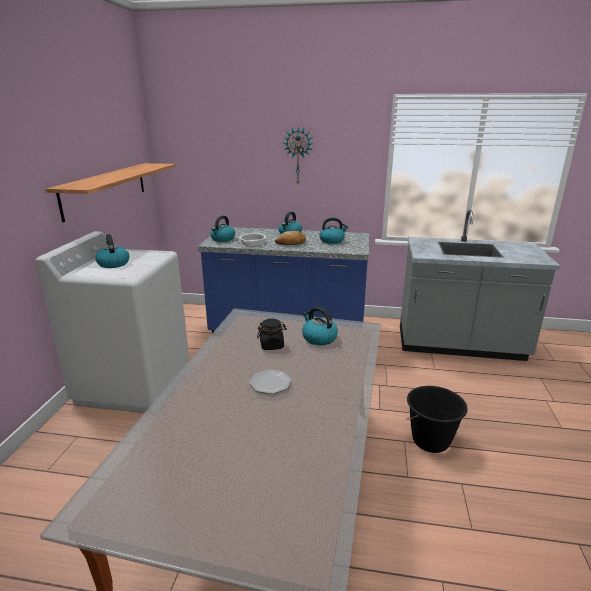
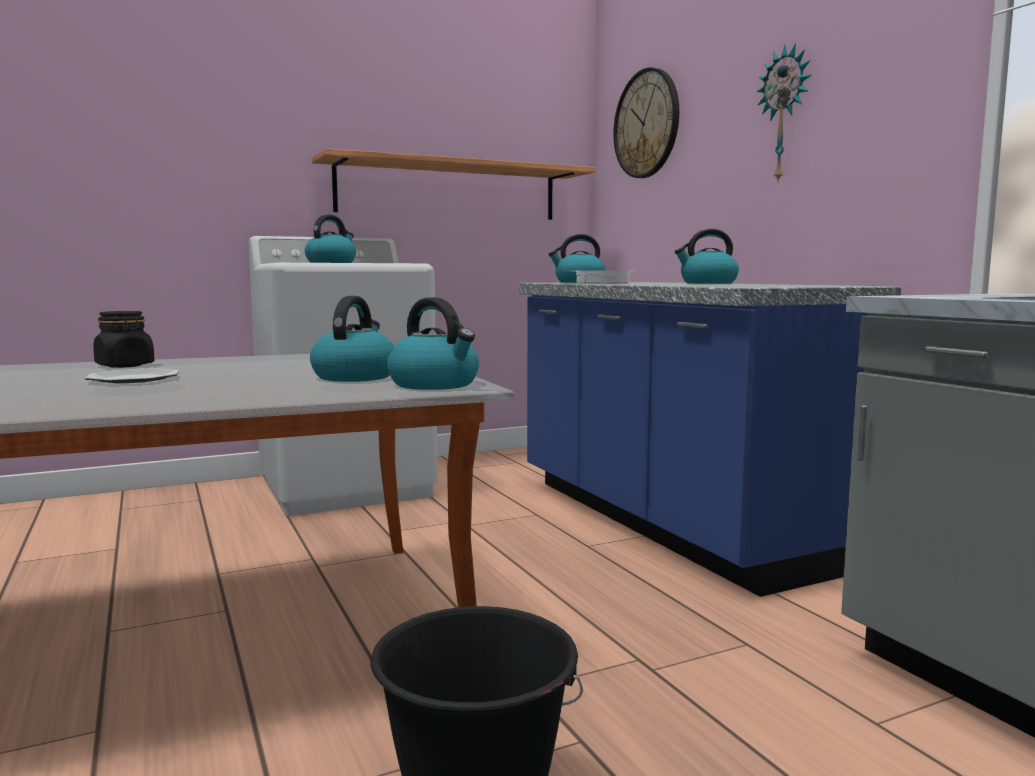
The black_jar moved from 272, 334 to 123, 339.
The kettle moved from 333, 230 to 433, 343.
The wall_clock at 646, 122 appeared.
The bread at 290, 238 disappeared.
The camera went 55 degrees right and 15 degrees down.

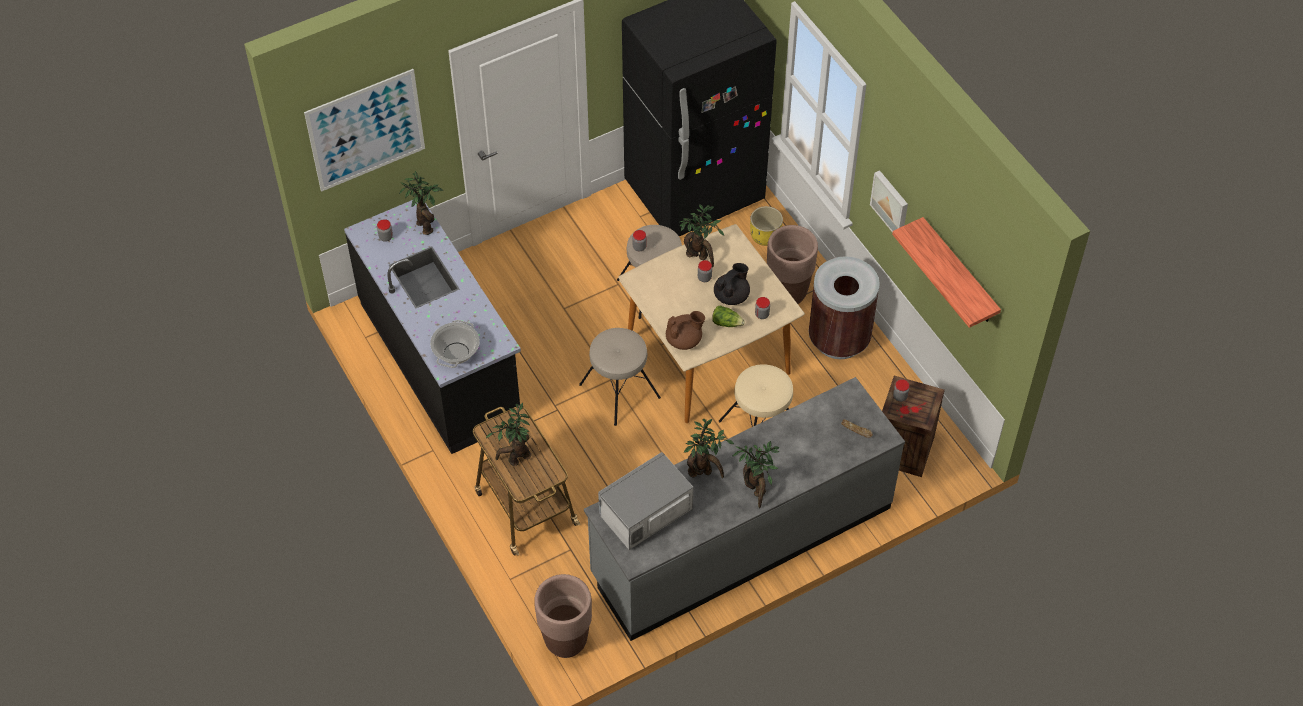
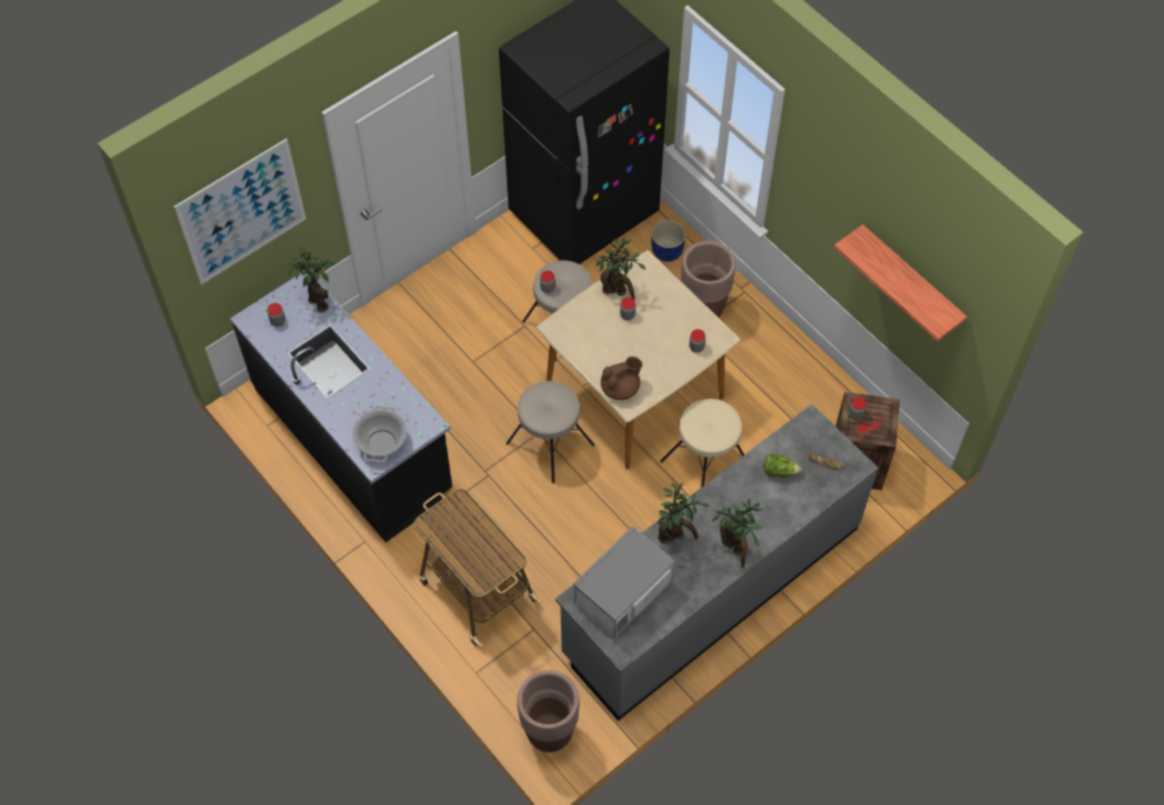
The yellow_planter at 766, 226 became the blue_planter at 668, 241.
The lettuce moved from 728, 316 to 783, 465.
The potted_plant at 508, 434 disappeared.
The black_teapot at 732, 284 disappeared.
The brown_trash_can at 844, 307 disappeared.
The picture at 889, 201 disappeared.
The camera went 10 degrees left and 5 degrees up.

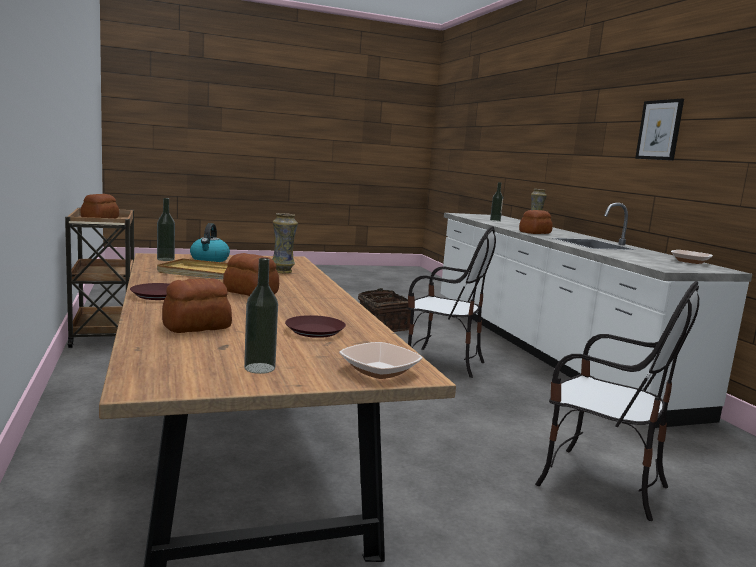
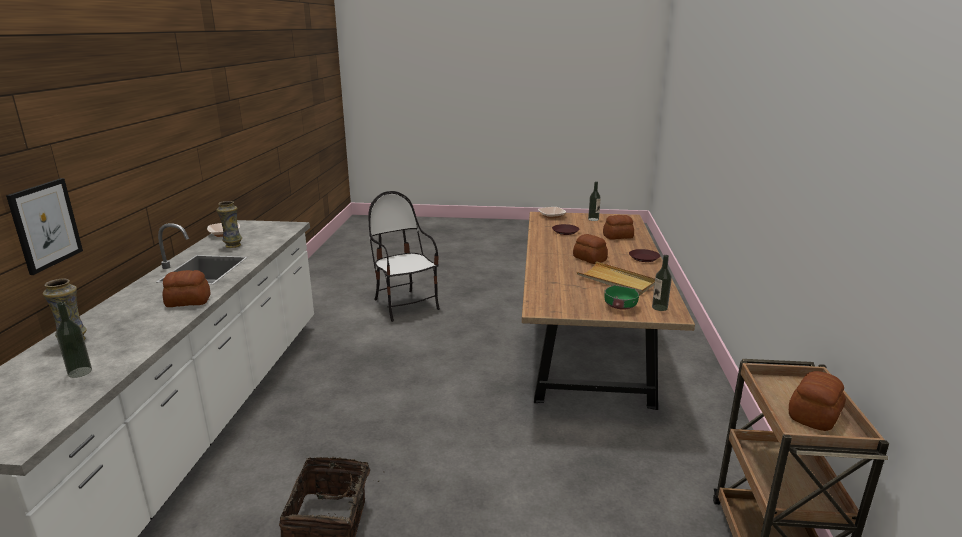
The picture moved from 659, 130 to 44, 226.
The vase moved from 285, 243 to 229, 224.
The kettle at 210, 242 was replaced by the green_bowl at 621, 297.
The chair at 451, 302 disappeared.
The camera went 155 degrees left and 10 degrees up.

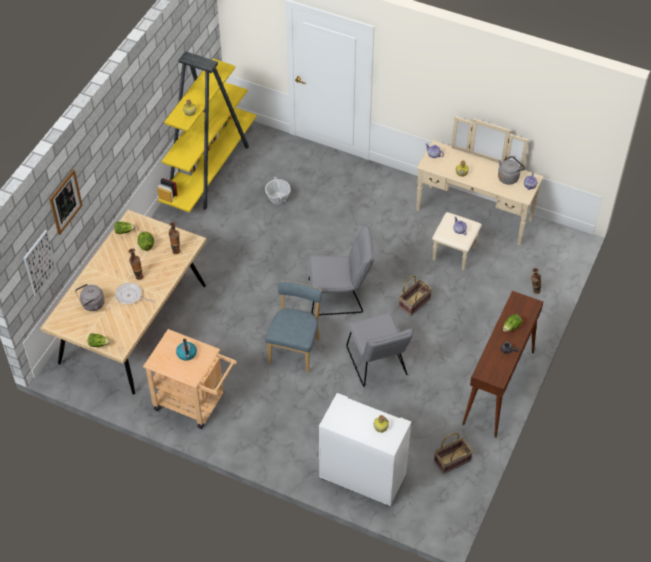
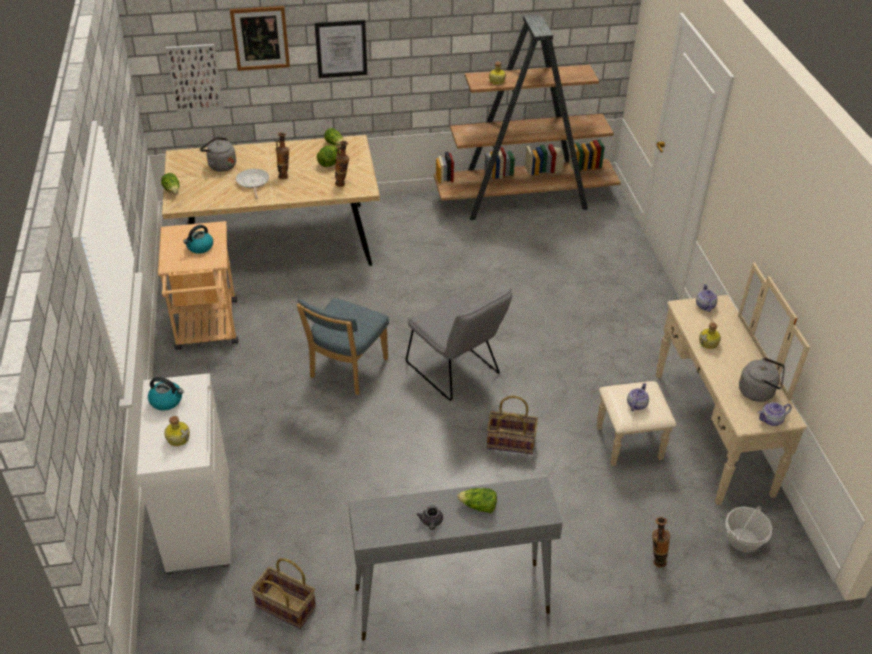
The kettle at 166, 394 appeared.
The blue_chair at 293, 327 turned 135 degrees clockwise.
The picture at 341, 49 appeared.
The brown_console_table at 502, 364 became the grey_console_table at 456, 559.
The yellow_bookcase at 207, 132 became the brown_bookcase at 527, 117.
The basket moved from 278, 191 to 749, 529.
The grey_chair at 380, 349 disappeared.
The camera went 55 degrees right and 10 degrees down.

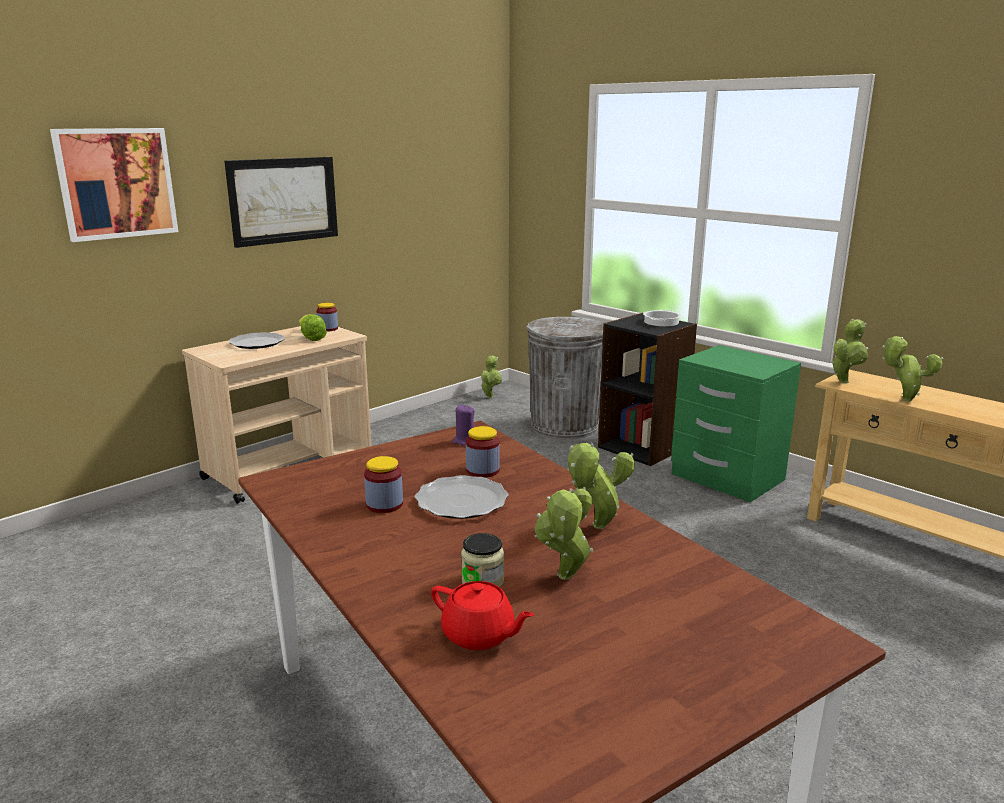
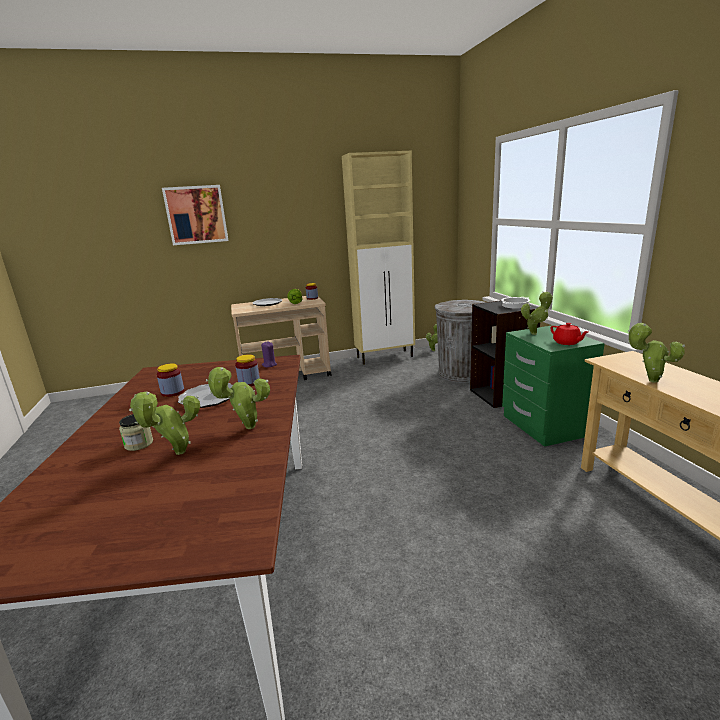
The beige_cabinet at 378, 257 appeared.
The potted_plant moved from 849, 351 to 537, 313.
The red_teapot moved from 482, 615 to 569, 334.
The picture at 281, 202 disappeared.
The camera went 30 degrees right and 0 degrees up.

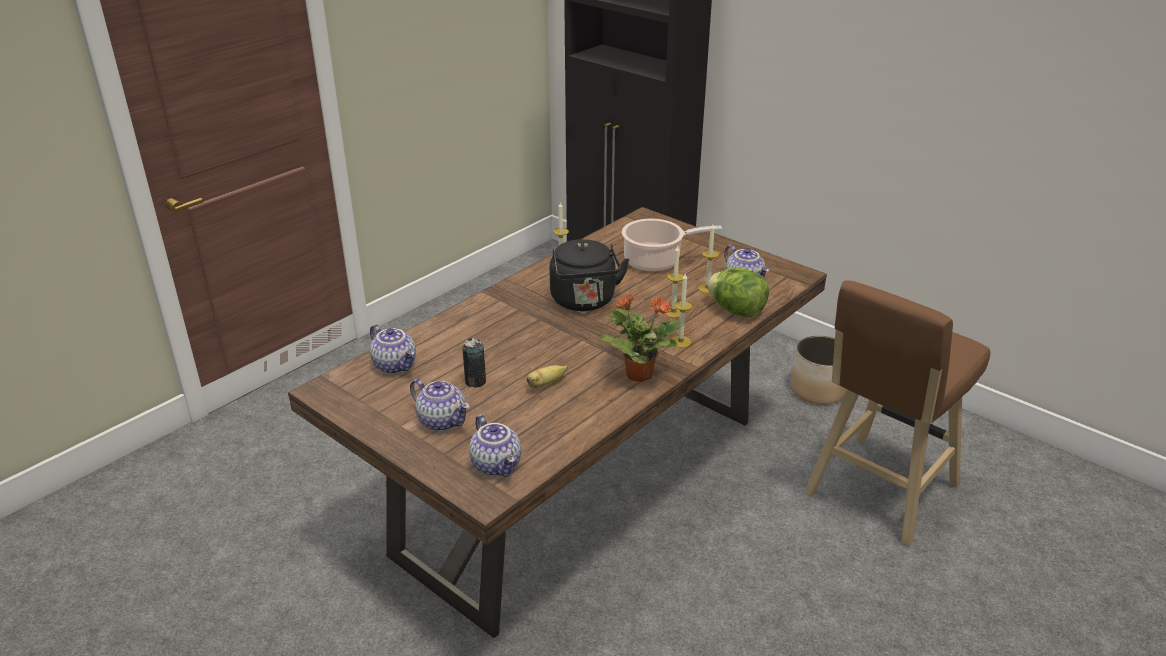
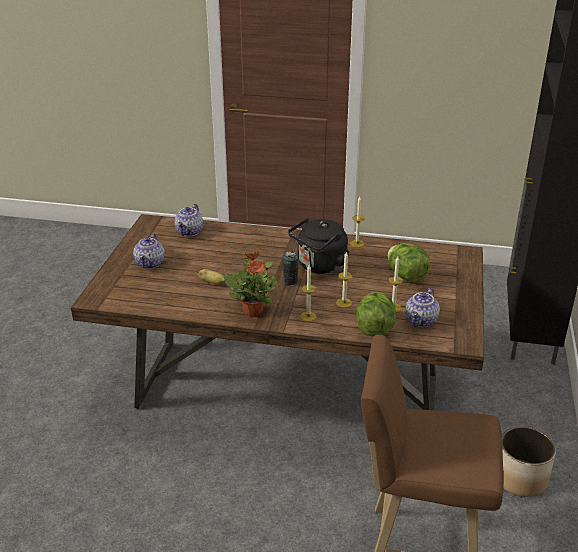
The can moved from 474, 363 to 290, 268.
The cooking_pot at 672, 245 was replaced by the lettuce at 409, 262.
The teapot at 495, 445 disappeared.
The camera went 60 degrees right and 0 degrees up.

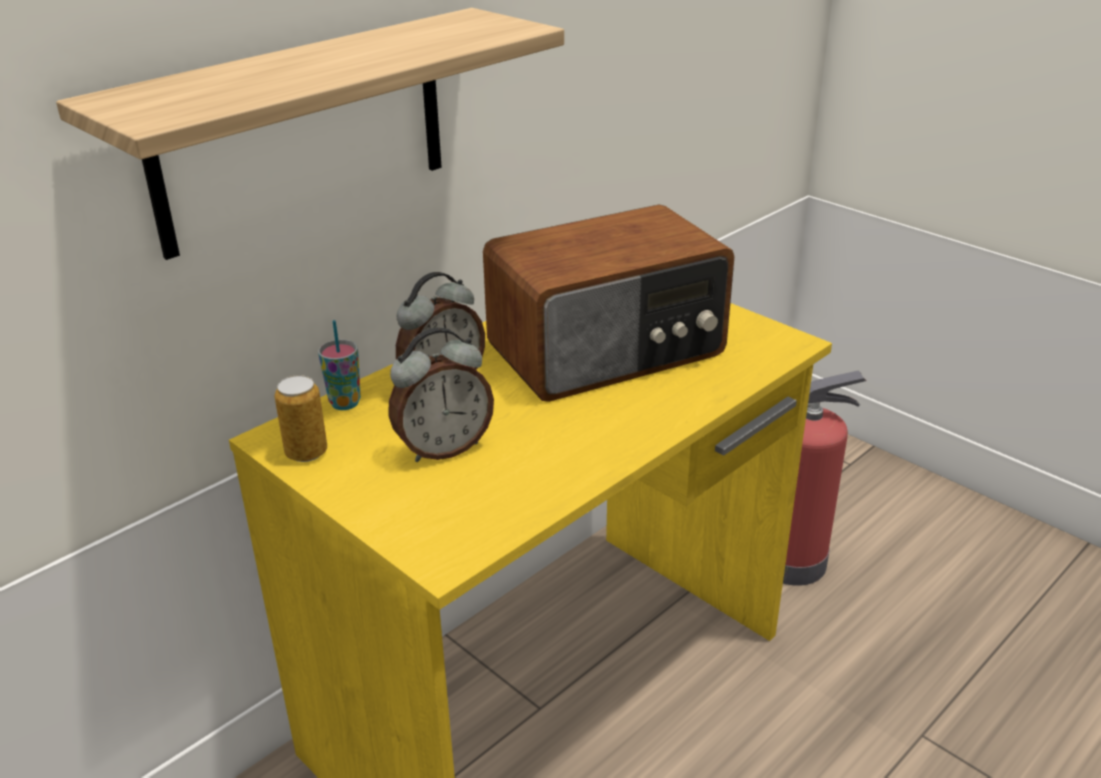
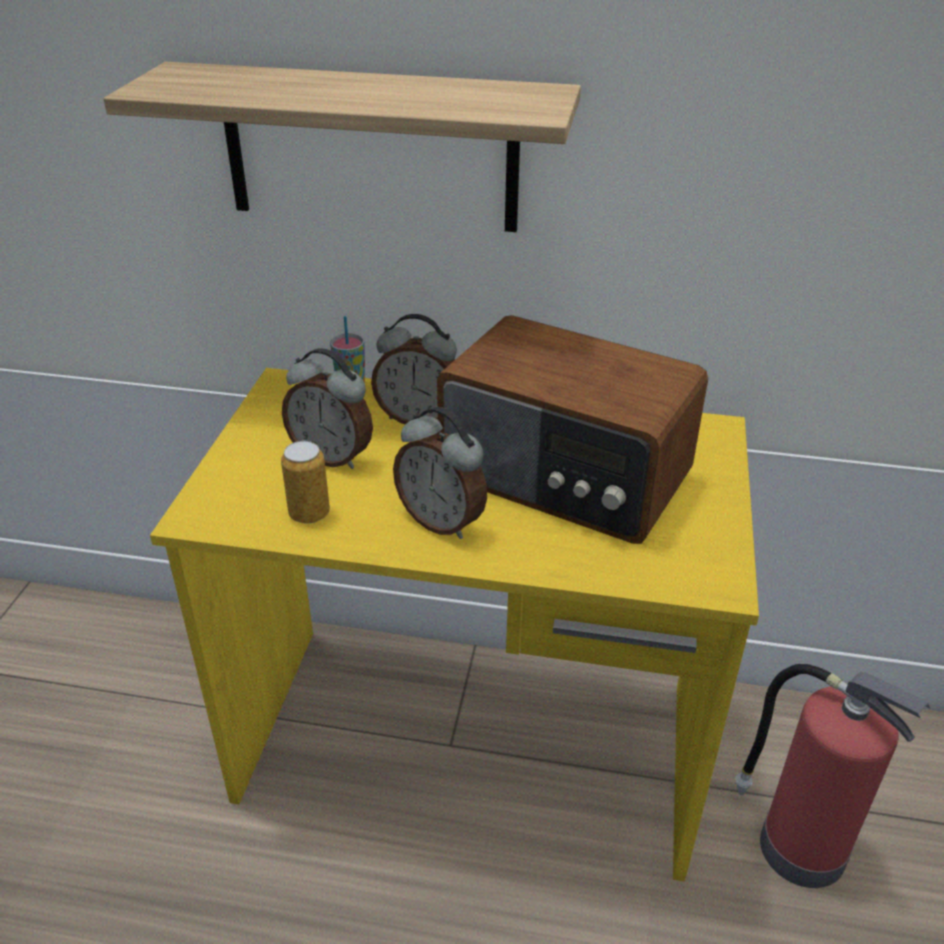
The can moved from 301, 418 to 305, 482.
The alarm_clock at 440, 473 appeared.
The camera went 55 degrees right and 5 degrees up.

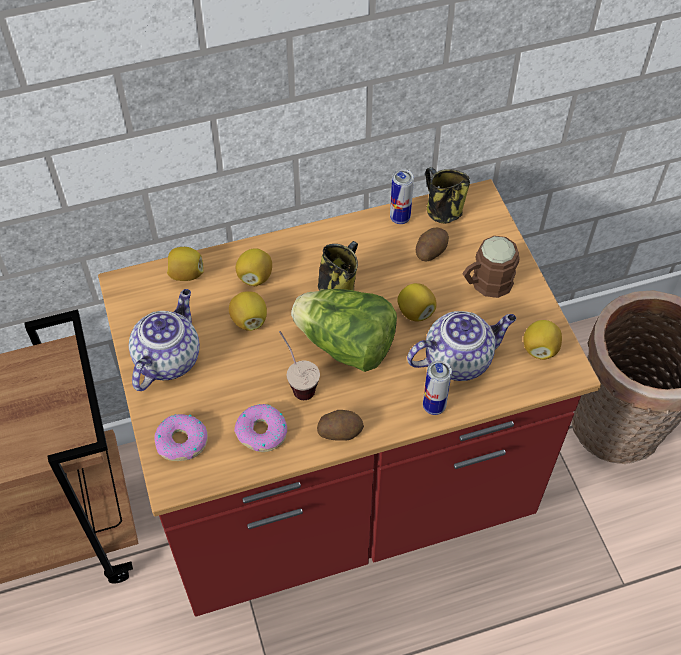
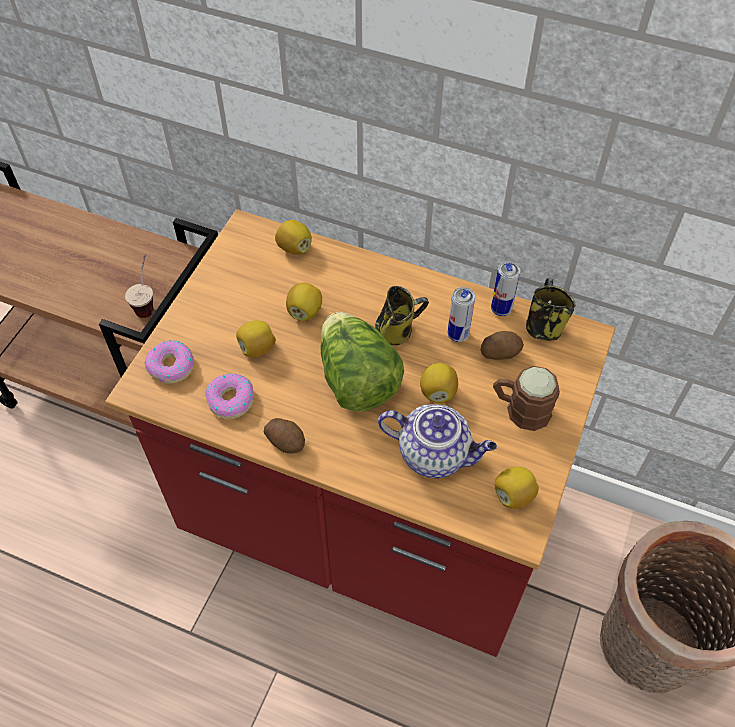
The cup moved from 299, 365 to 139, 286.
The lemon moved from 254, 267 to 256, 339.
The can moved from 437, 387 to 461, 314.
The teapot at 164, 340 disappeared.
The camera went 40 degrees right and 0 degrees up.

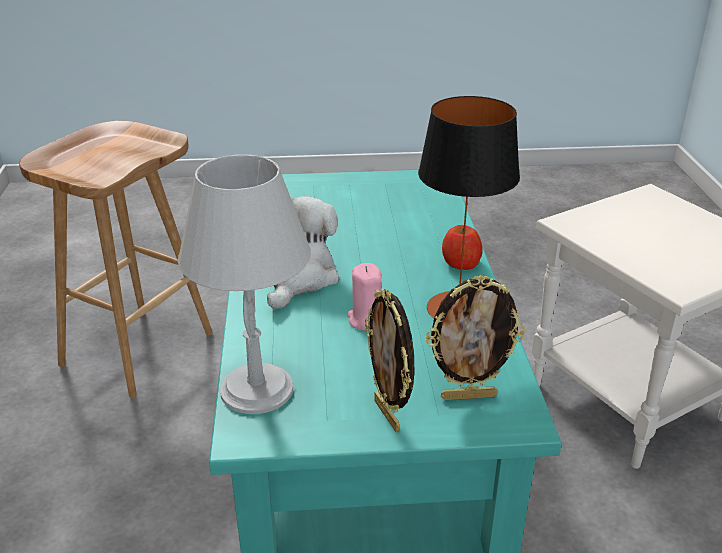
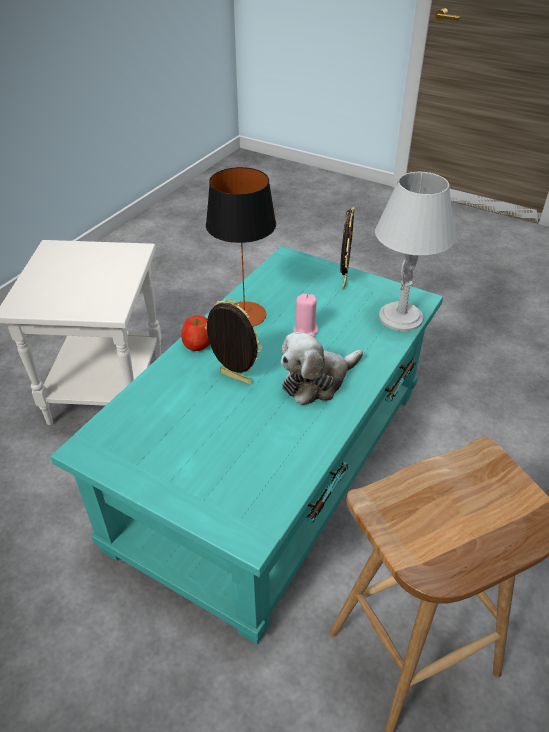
The picture_frame moved from 475, 337 to 233, 341.
The camera went 145 degrees left and 10 degrees up.

